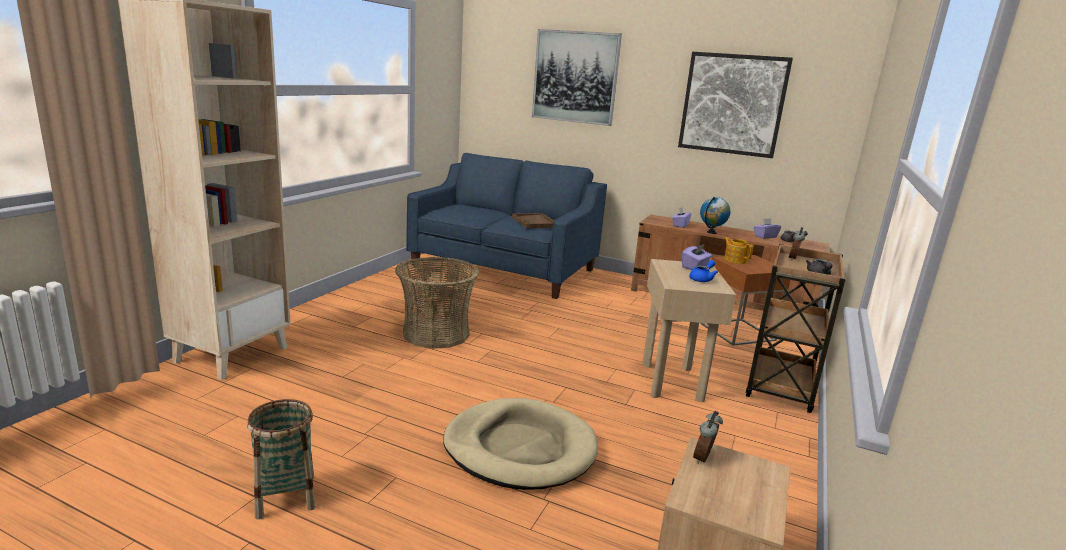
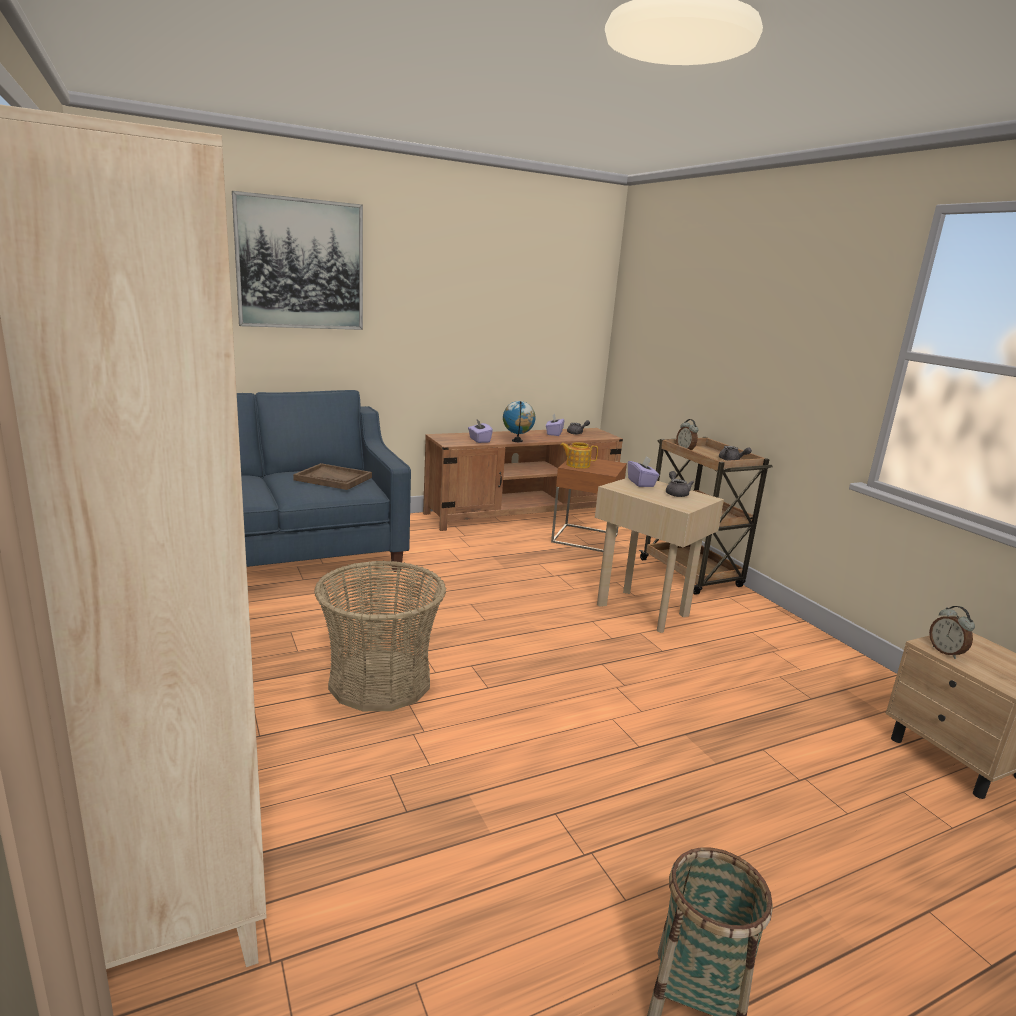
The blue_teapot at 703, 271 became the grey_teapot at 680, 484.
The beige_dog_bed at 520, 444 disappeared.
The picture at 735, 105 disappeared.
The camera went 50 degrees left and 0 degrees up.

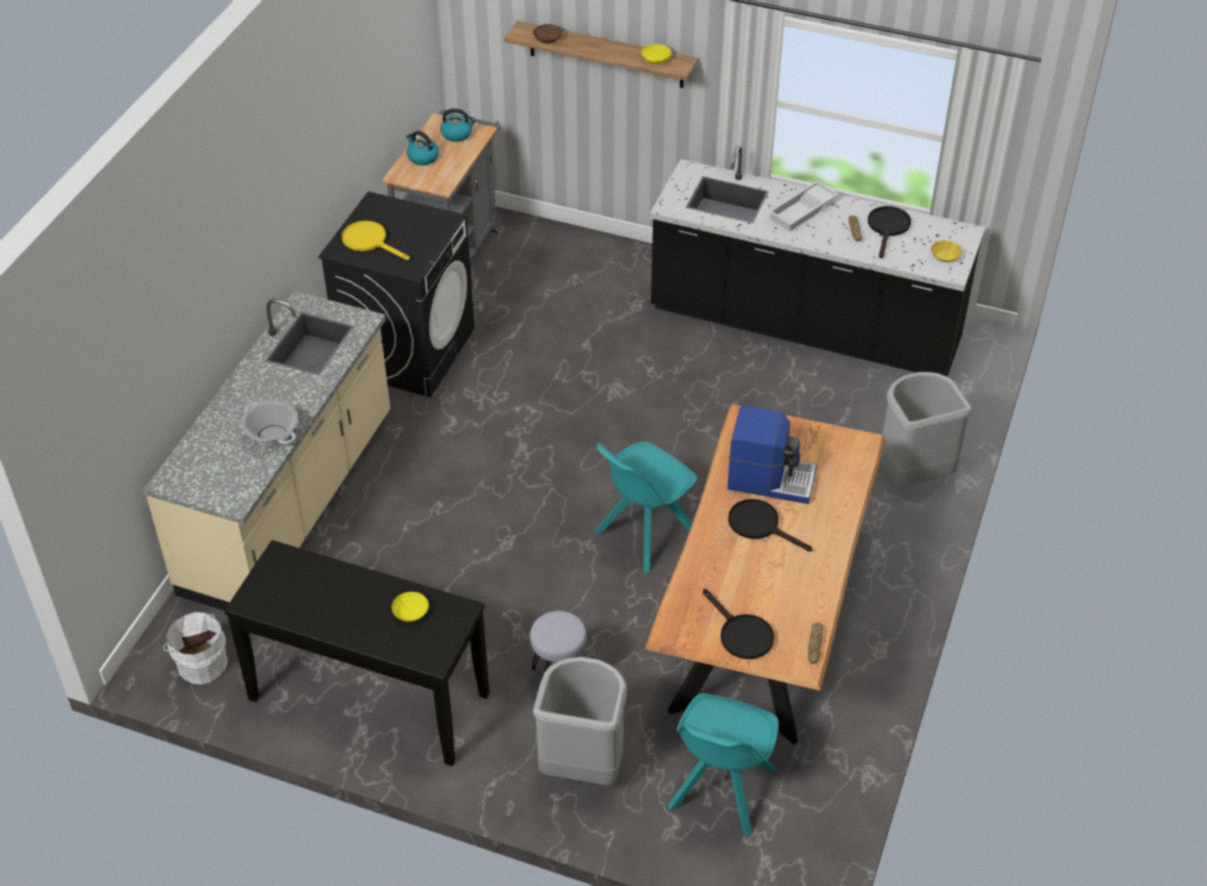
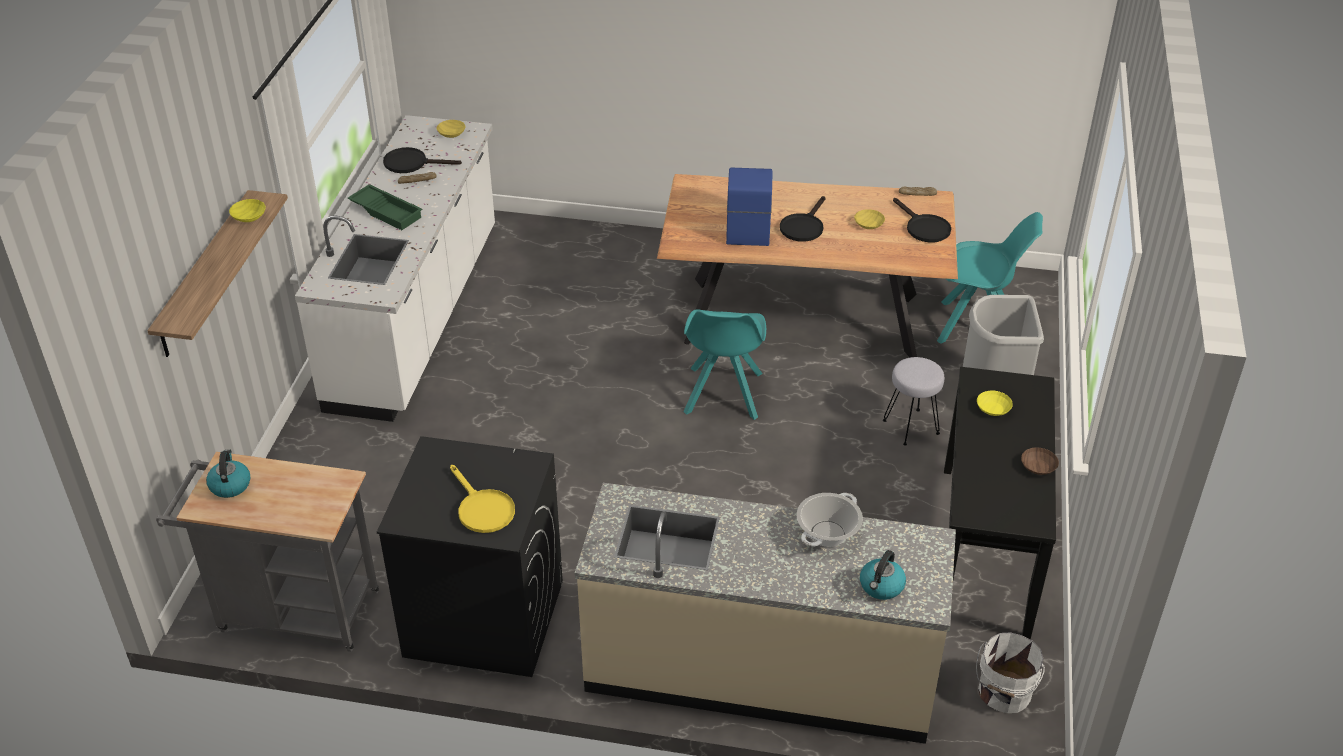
The black_counter at 817, 261 became the white_counter at 395, 268.
The white_tray at 803, 206 became the green_tray at 384, 207.
The yellow_frying_pan at 376, 240 turned 60 degrees counterclockwise.
The turquoise_chair at 646, 507 turned 60 degrees clockwise.
The yellow_bowl at 869, 219 appeared.
The kettle moved from 422, 148 to 883, 575.
The black_frying_pan at 738, 624 turned 105 degrees clockwise.
The brown_bowl moved from 548, 33 to 1040, 461.
The grey_trash_can at 926, 429 disappeared.
The camera went 100 degrees left and 5 degrees down.

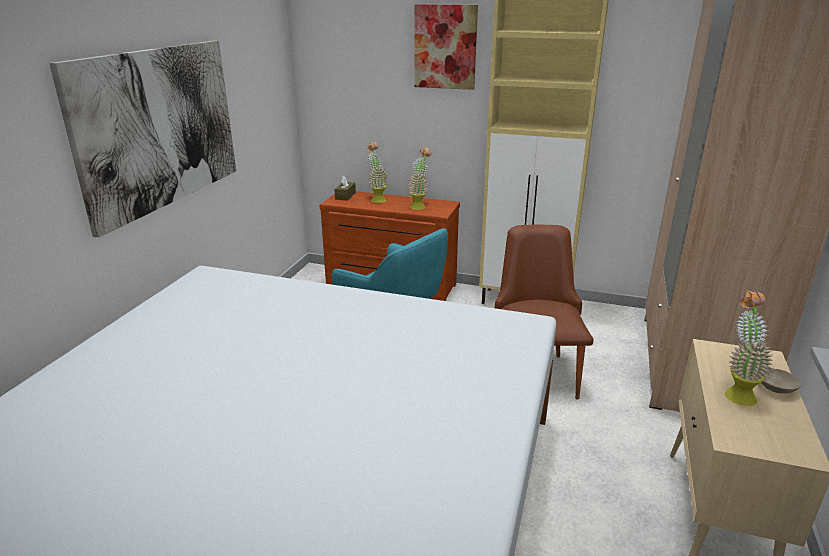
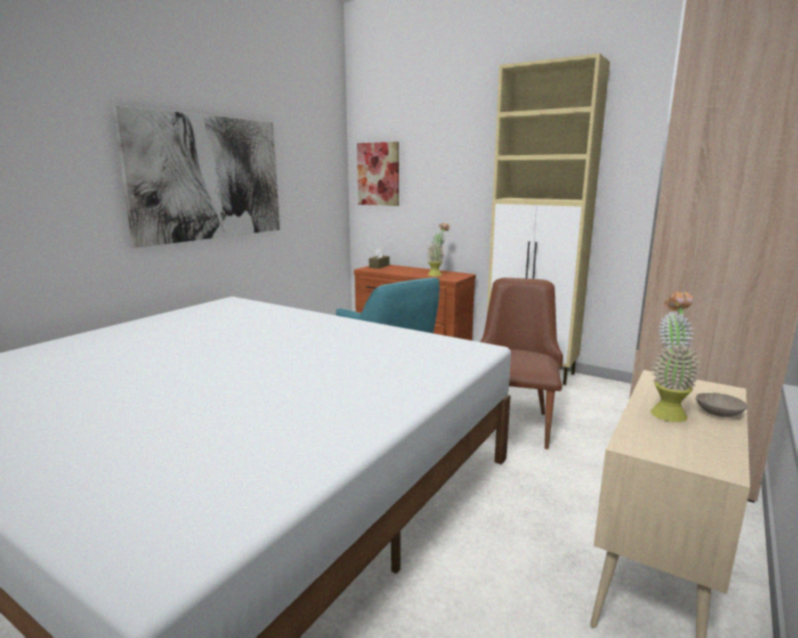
The picture moved from 446, 47 to 378, 174.
The potted_plant at 377, 172 disappeared.
The camera went 15 degrees right and 10 degrees down.

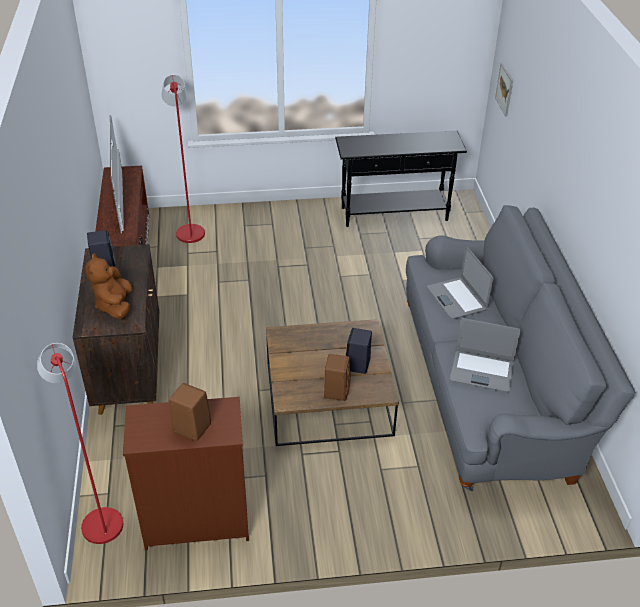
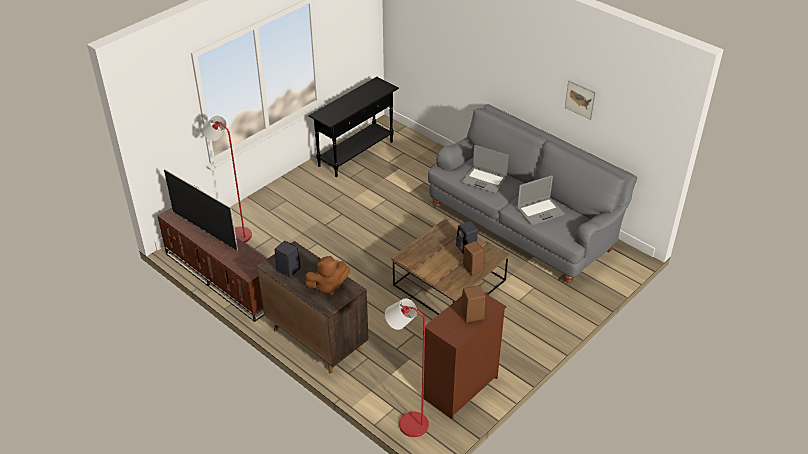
The brown_plush_toy at 108, 286 turned 60 degrees counterclockwise.
The picture moved from 504, 90 to 580, 100.
The camera went 40 degrees left and 0 degrees up.

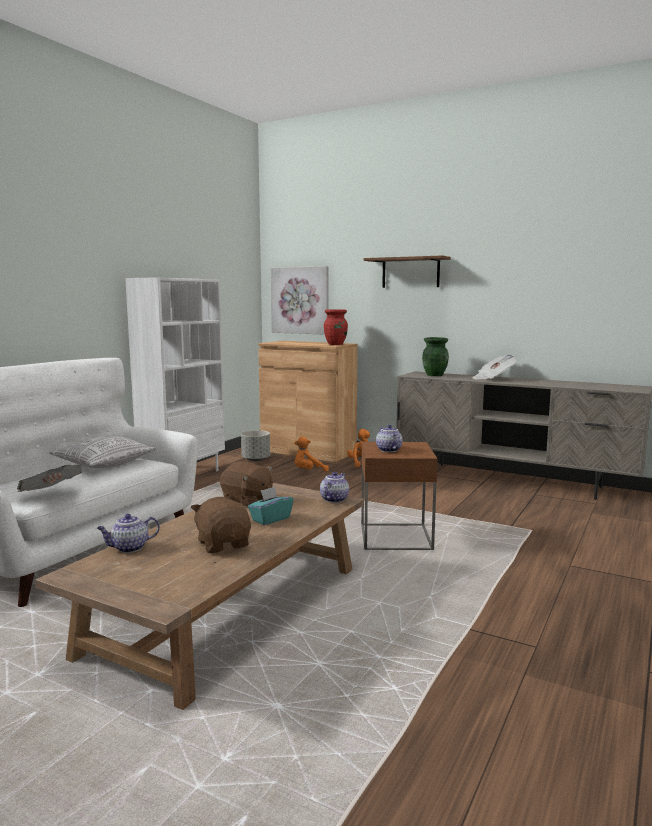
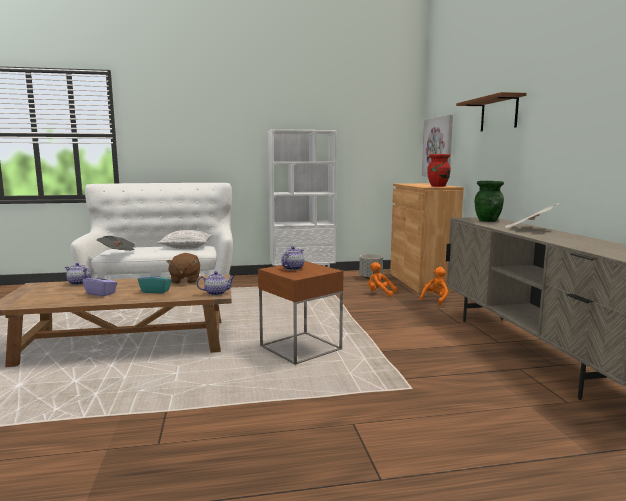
The brown_plush_toy at 221, 525 was replaced by the purple_tissue_box at 100, 283.
The camera went 50 degrees right and 0 degrees up.

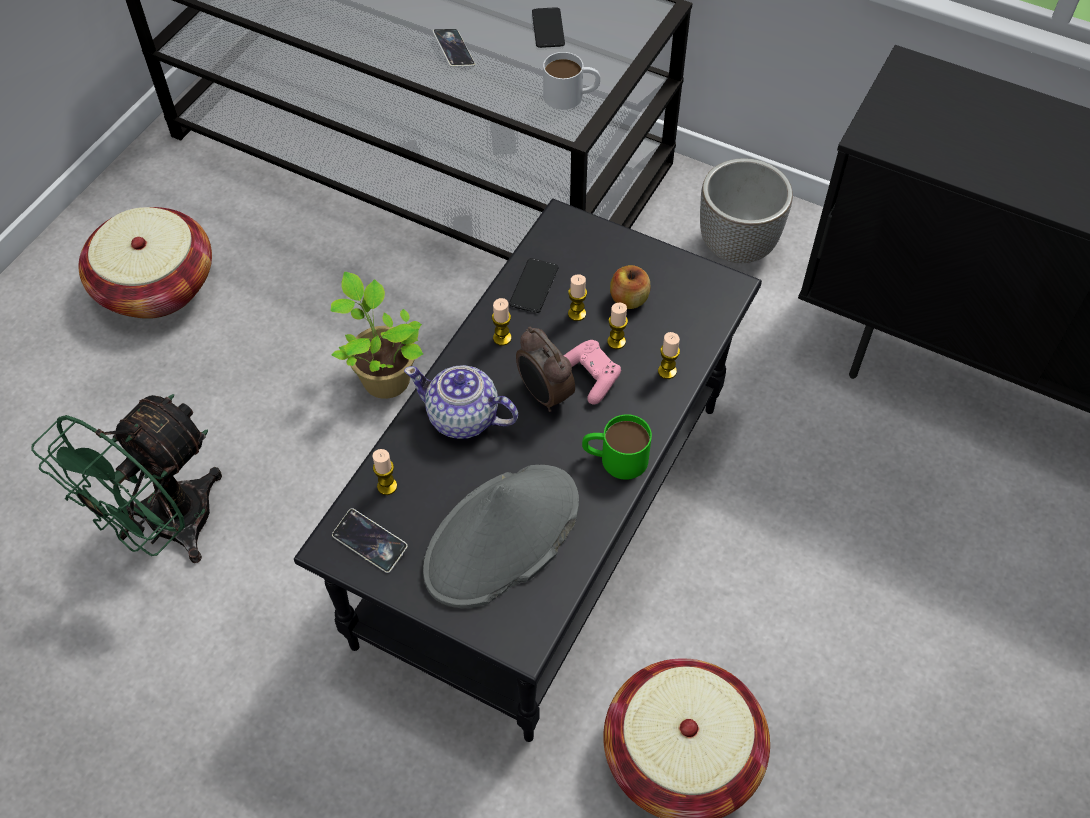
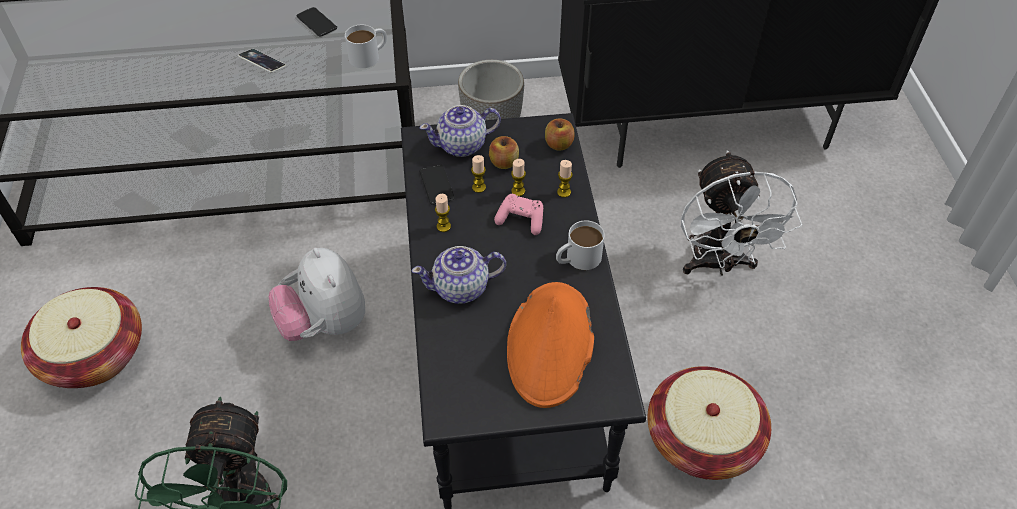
The potted_plant at 377, 335 was replaced by the plush_toy at 316, 294.
The teapot at 460, 131 appeared.
The grey_hat at 501, 536 became the orange_hat at 550, 345.
The apple at 559, 134 appeared.
The green_mug at 617, 447 became the white_mug at 580, 245.
The white_fan at 741, 213 appeared.
The phone at 370, 540 disappeared.
The candle at 384, 472 disappeared.
The alarm_clock at 545, 369 disappeared.
The camera went 35 degrees left and 5 degrees down.

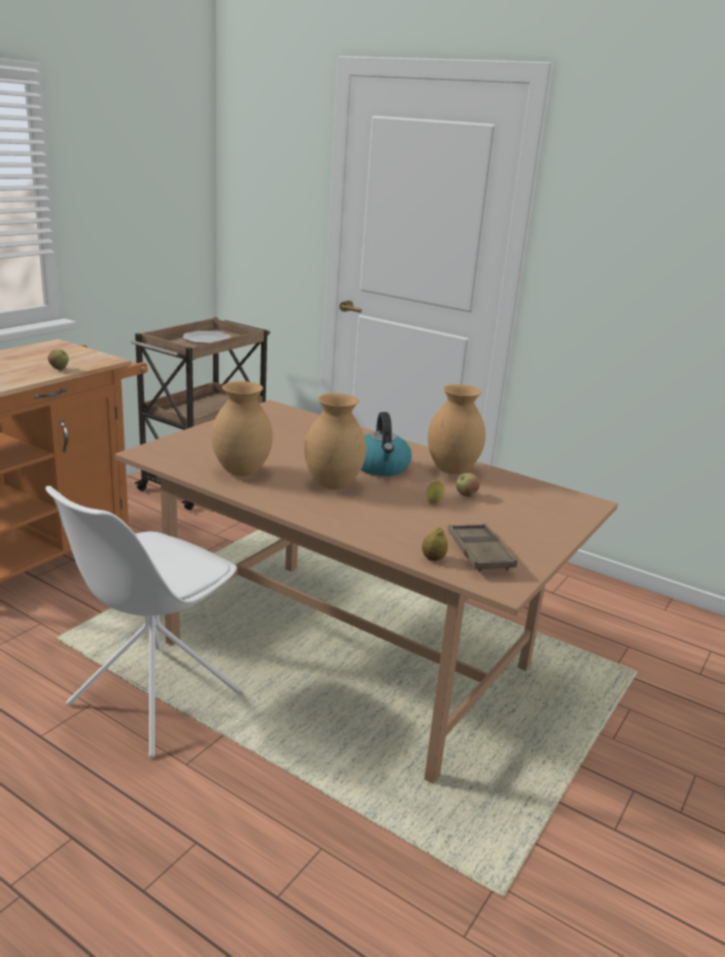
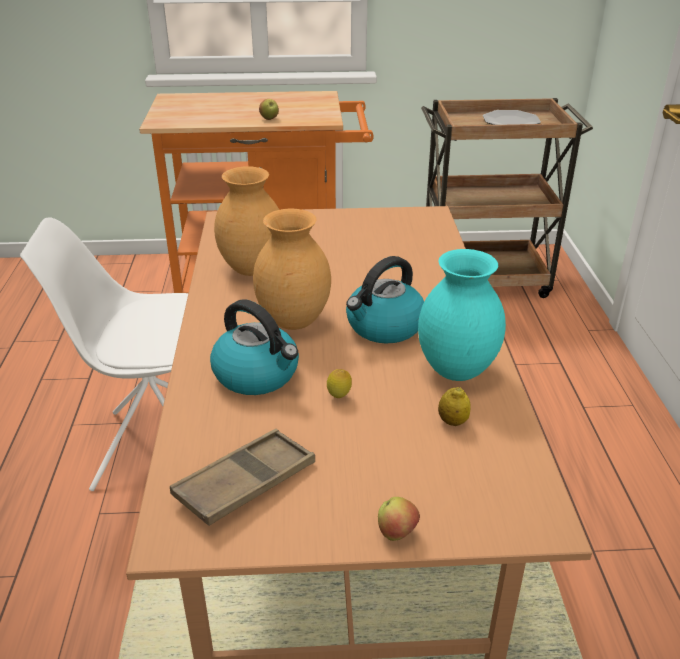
The kettle at 254, 347 appeared.
The apple moved from 468, 485 to 399, 519.
The brown_vase at 457, 429 became the turquoise_vase at 462, 315.
The lemon moved from 435, 544 to 454, 406.
The camera went 55 degrees right and 10 degrees up.

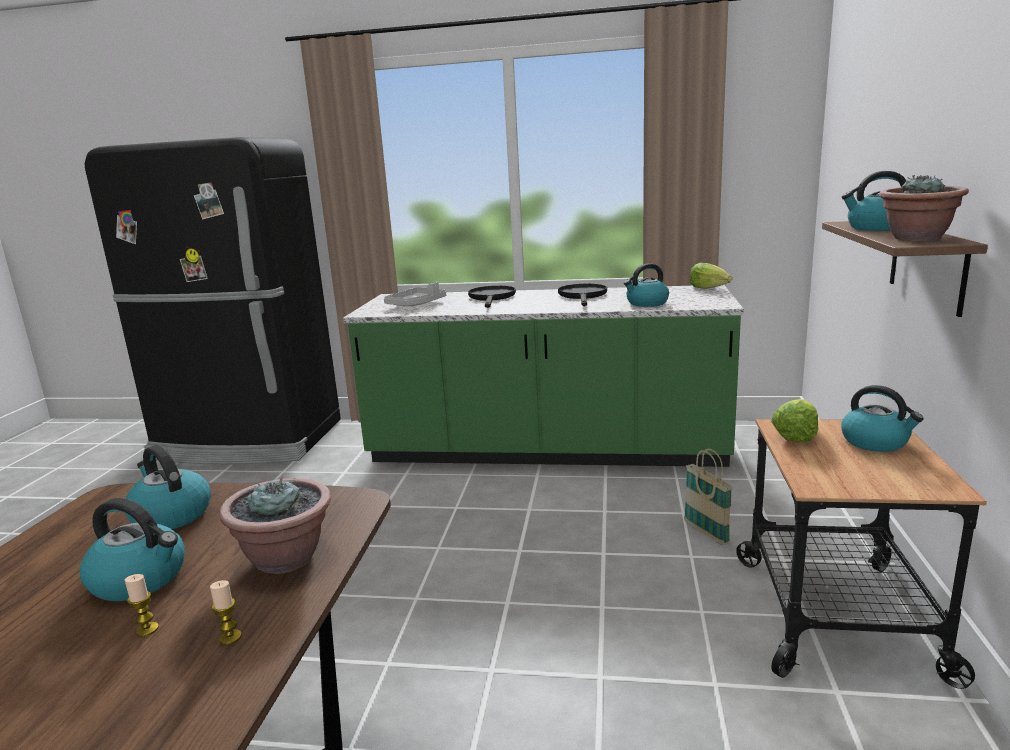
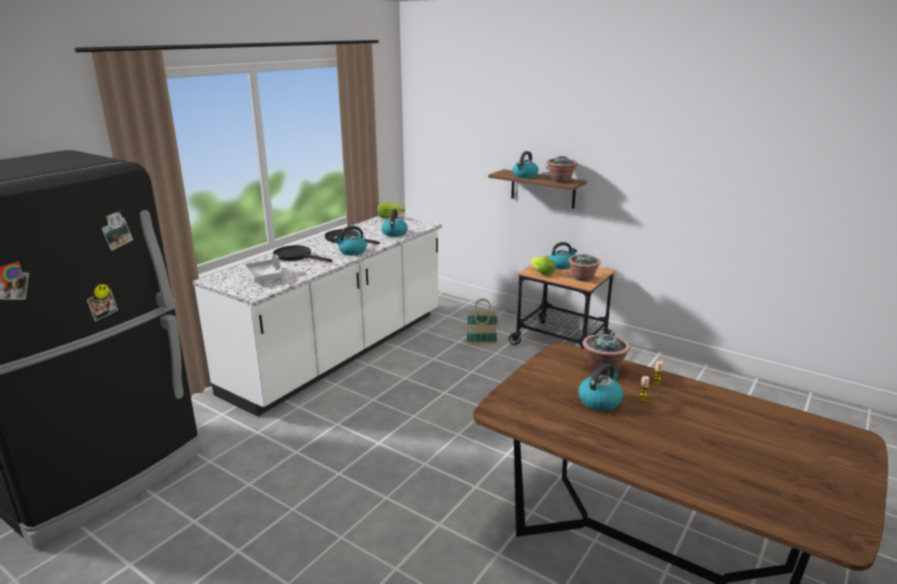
The green_counter at 543, 376 became the white_counter at 317, 316.
The kettle moved from 168, 487 to 350, 240.
The potted_plant at 584, 267 appeared.
The camera went 65 degrees left and 5 degrees up.

